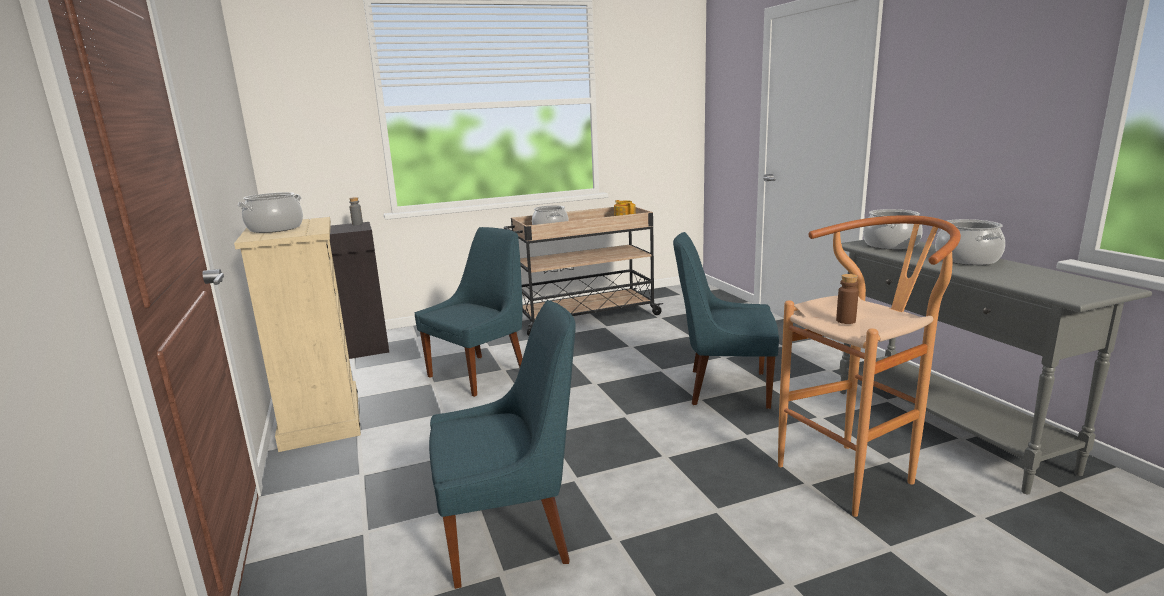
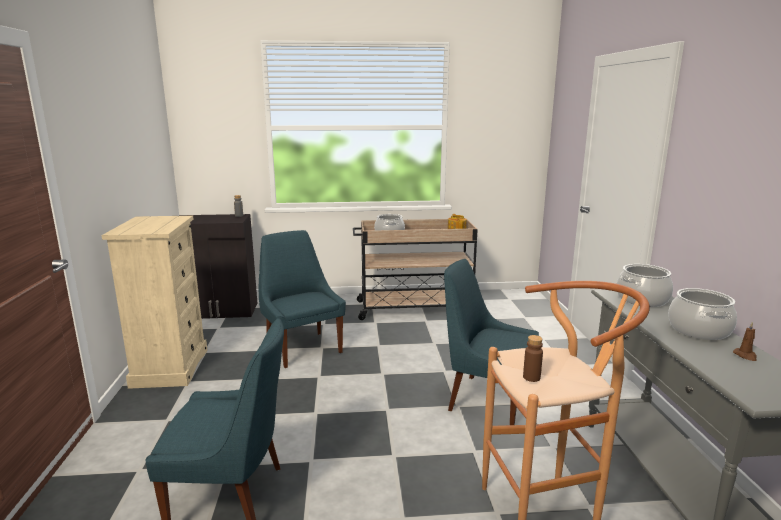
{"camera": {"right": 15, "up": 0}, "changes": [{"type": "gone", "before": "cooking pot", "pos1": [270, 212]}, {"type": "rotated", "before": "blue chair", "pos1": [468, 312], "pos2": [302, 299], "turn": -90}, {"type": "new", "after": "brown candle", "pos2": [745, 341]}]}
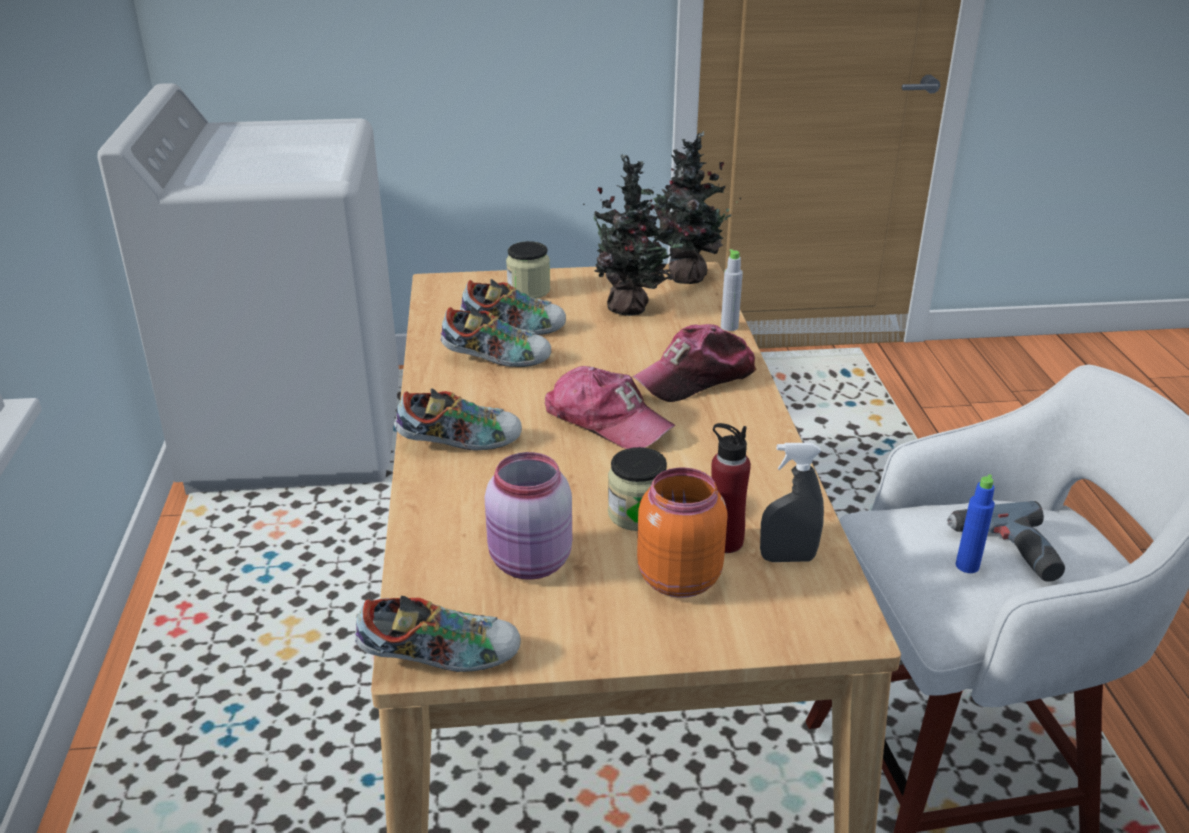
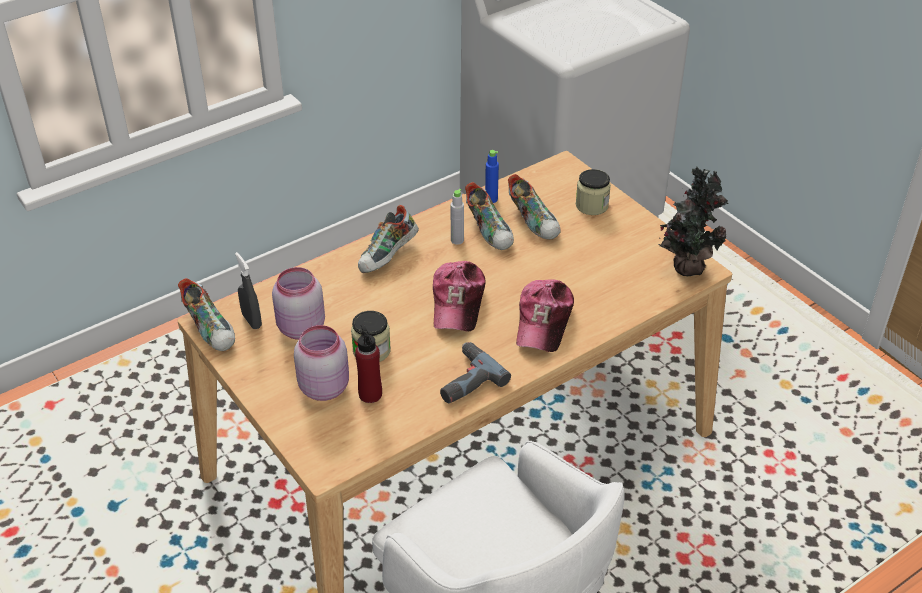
{"camera": {"right": 60, "up": 10}, "changes": [{"type": "rotated", "before": "shoe", "pos1": [458, 419], "pos2": [388, 239], "turn": 75}, {"type": "gone", "before": "potted plant", "pos1": [633, 235]}, {"type": "rotated", "before": "cap", "pos1": [694, 363], "pos2": [545, 315], "turn": -105}, {"type": "repainted", "before": "orange jar", "after": "pink jar", "pos1": [682, 532], "pos2": [321, 363]}, {"type": "shifted", "before": "grey bottle", "pos1": [732, 290], "pos2": [457, 217]}, {"type": "shifted", "before": "grey spray bottle", "pos1": [792, 502], "pos2": [248, 290]}, {"type": "shifted", "before": "power drill", "pos1": [1006, 541], "pos2": [475, 372]}, {"type": "shifted", "before": "blue bottle", "pos1": [975, 523], "pos2": [492, 176]}]}
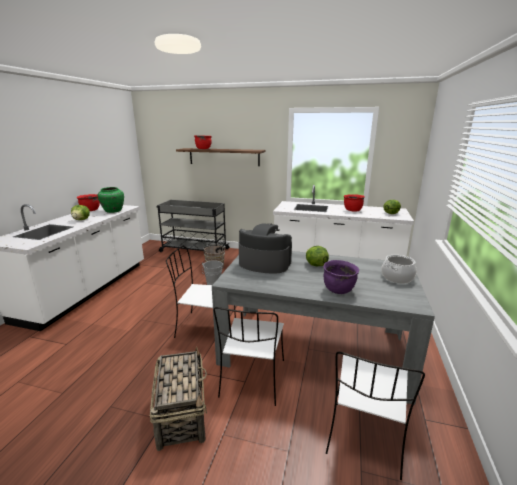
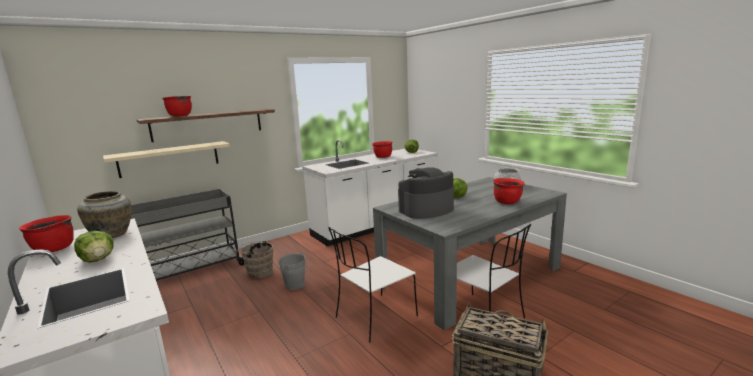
{"camera": {"right": -50, "up": -5}, "changes": [{"type": "repainted", "before": "green vase", "after": "beige vase", "pos1": [111, 200], "pos2": [104, 214]}, {"type": "repainted", "before": "purple cooking pot", "after": "red cooking pot", "pos1": [341, 277], "pos2": [509, 191]}, {"type": "gone", "before": "white chair", "pos1": [375, 416]}, {"type": "new", "after": "beige shelf", "pos2": [166, 159]}]}
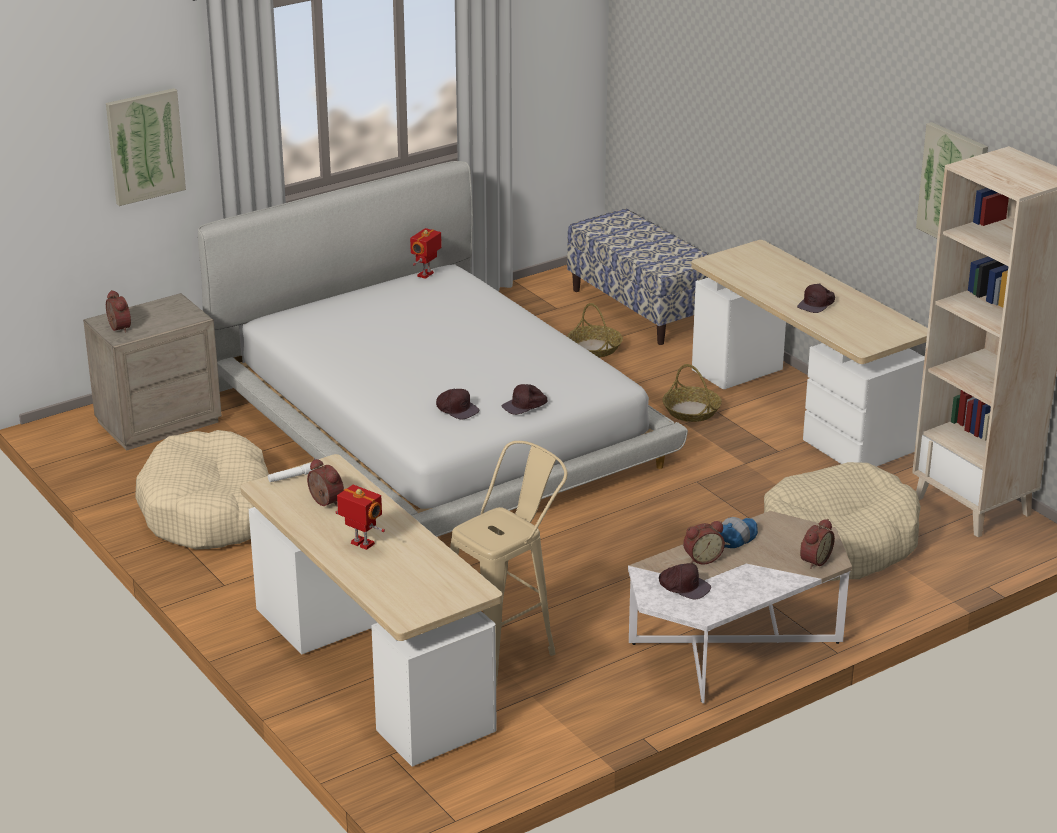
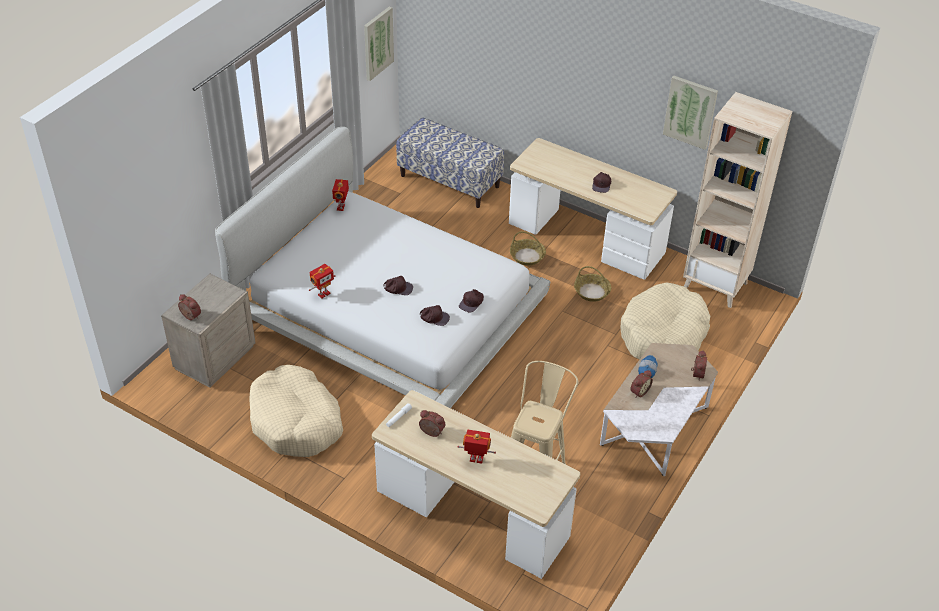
{"camera": {"right": -25, "up": 15}, "changes": [{"type": "shifted", "before": "picture", "pos1": [146, 147], "pos2": [379, 43]}, {"type": "shifted", "before": "basket", "pos1": [595, 330], "pos2": [592, 284]}, {"type": "shifted", "before": "brown cap", "pos1": [685, 581], "pos2": [398, 285]}, {"type": "new", "after": "toy robot", "pos2": [322, 281]}]}
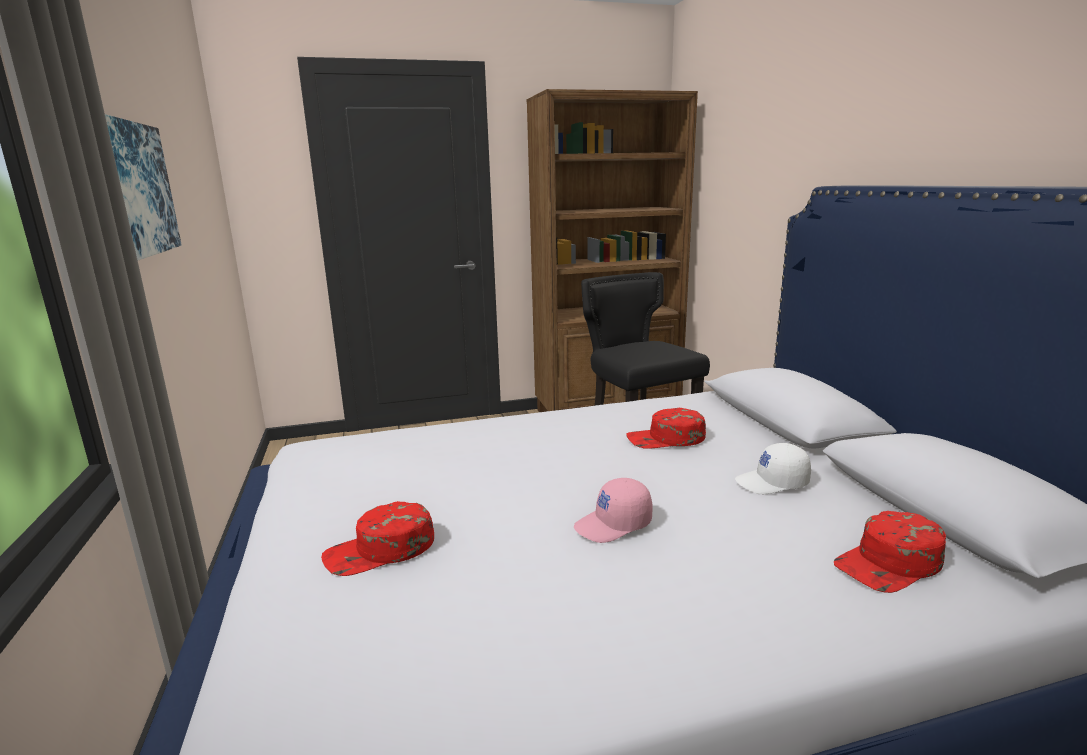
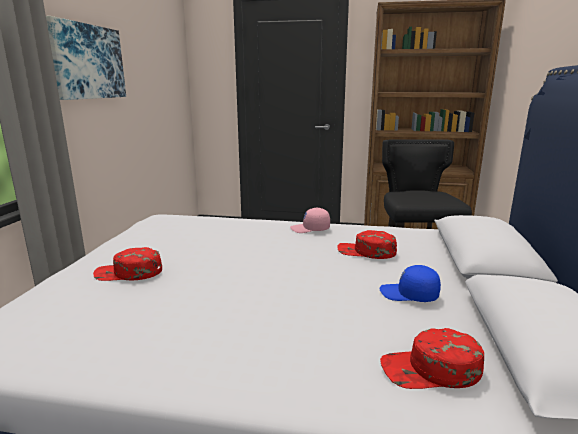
{"camera": {"right": 25, "up": 0}, "changes": [{"type": "shifted", "before": "pink cap", "pos1": [613, 510], "pos2": [310, 220]}, {"type": "repainted", "before": "white cap", "after": "blue cap", "pos1": [773, 468], "pos2": [410, 283]}]}
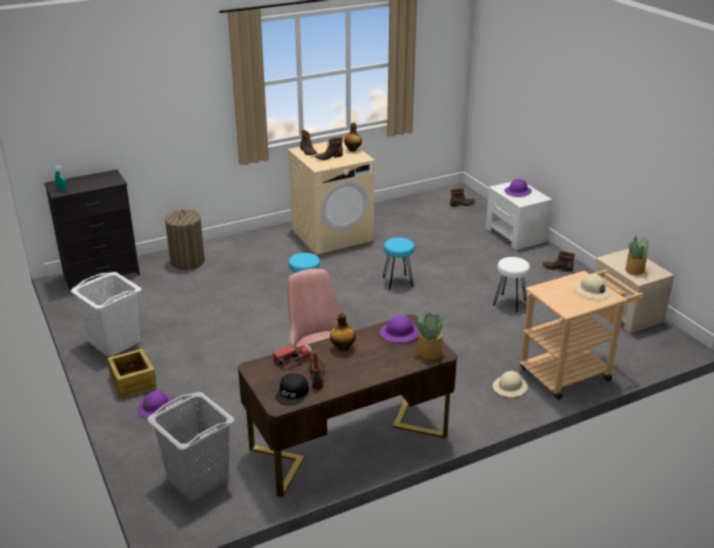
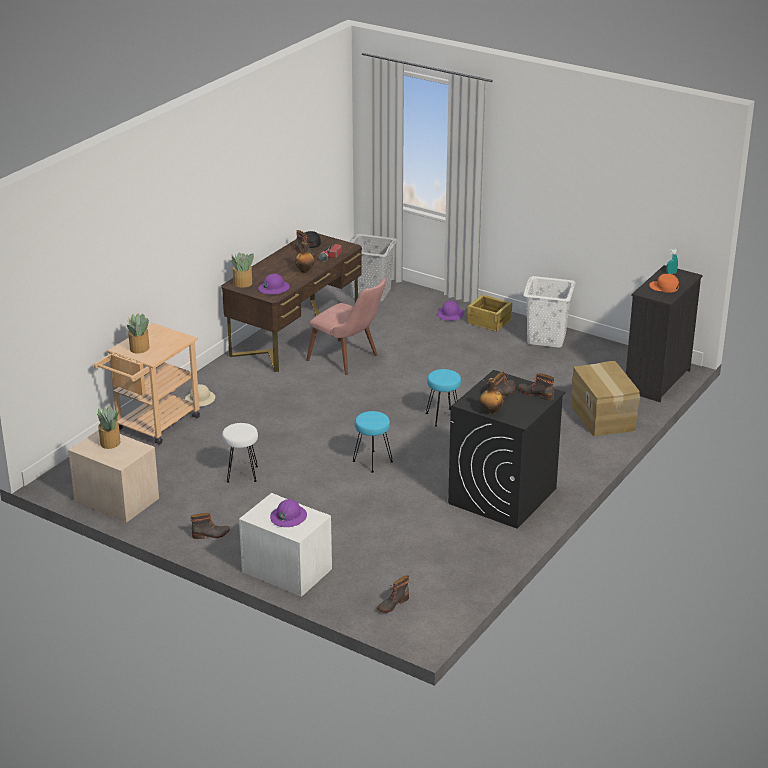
{"camera": {"right": 150, "up": 0}, "changes": [{"type": "swapped", "before": "laundry basket", "after": "cardboard box", "pos1": [185, 240], "pos2": [605, 399]}, {"type": "repainted", "before": "beige washing machine", "after": "black washing machine", "pos1": [331, 196], "pos2": [506, 449]}, {"type": "swapped", "before": "beige hard hat", "after": "potted plant", "pos1": [592, 286], "pos2": [138, 333]}, {"type": "new", "after": "orange cap", "pos2": [664, 283]}]}
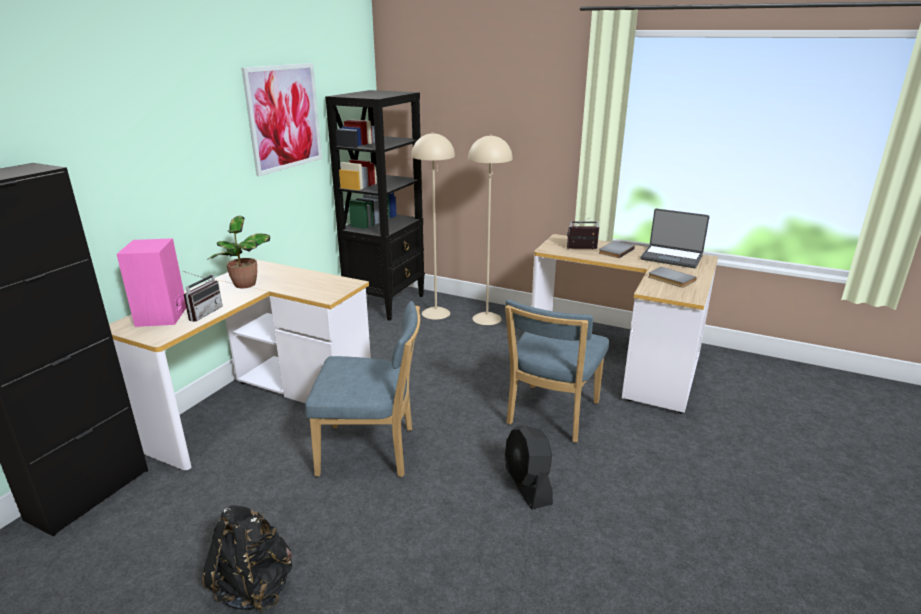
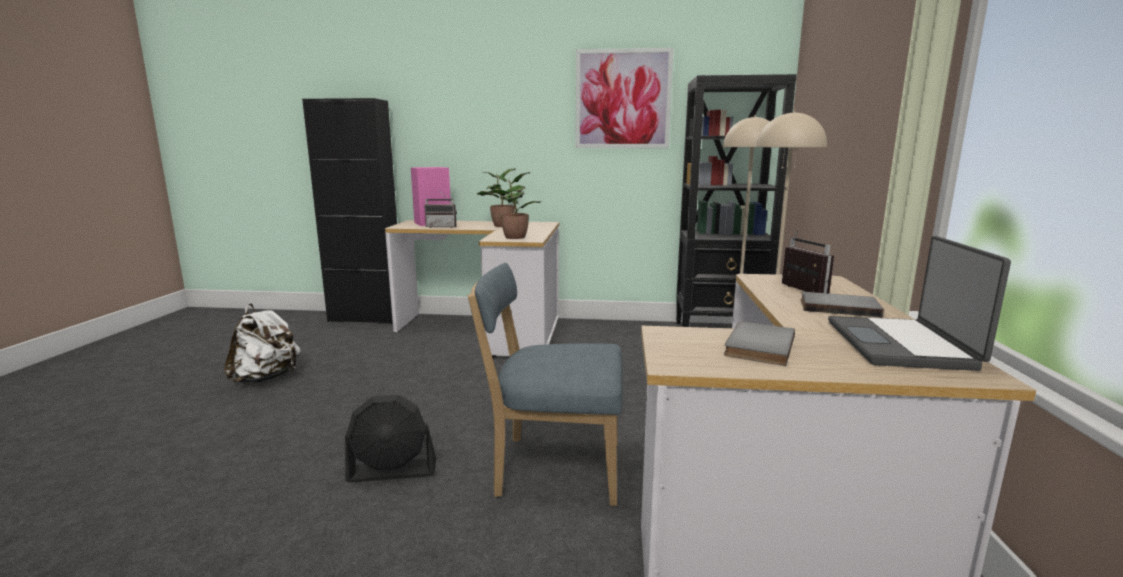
{"camera": {"right": 70, "up": -10}, "changes": [{"type": "repainted", "before": "black backpack", "after": "white backpack", "pos1": [247, 559], "pos2": [262, 343]}, {"type": "gone", "before": "blue chair", "pos1": [362, 389]}, {"type": "rotated", "before": "black fan", "pos1": [529, 468], "pos2": [390, 439], "turn": -150}, {"type": "new", "after": "potted plant", "pos2": [513, 205]}]}
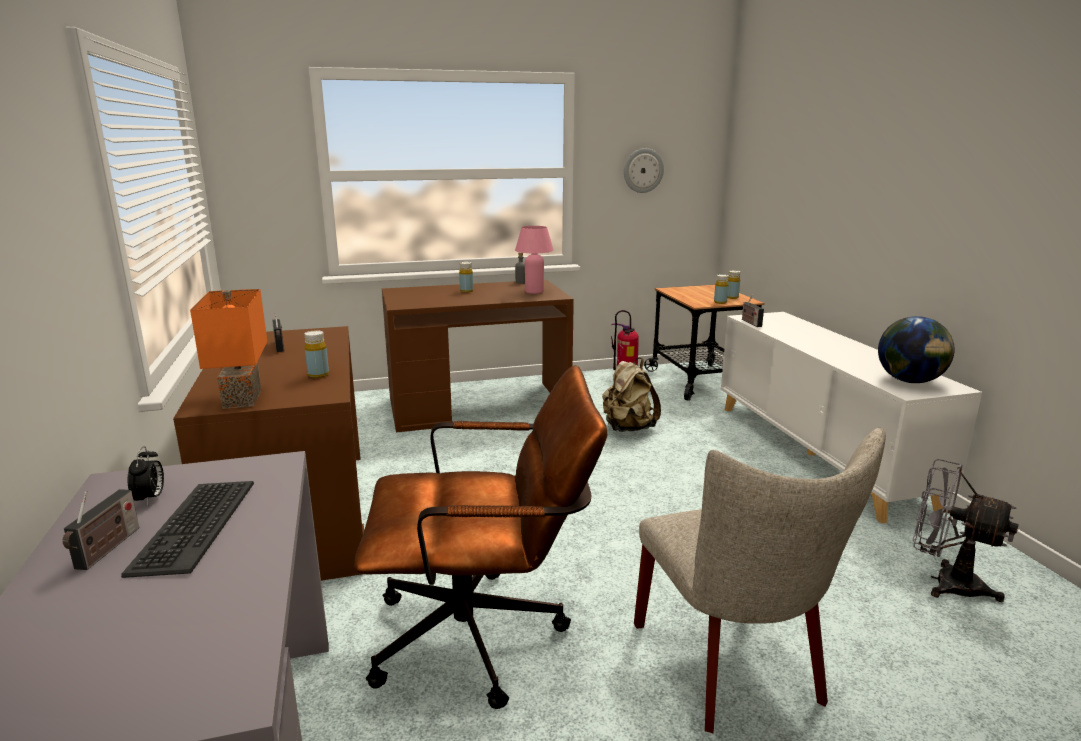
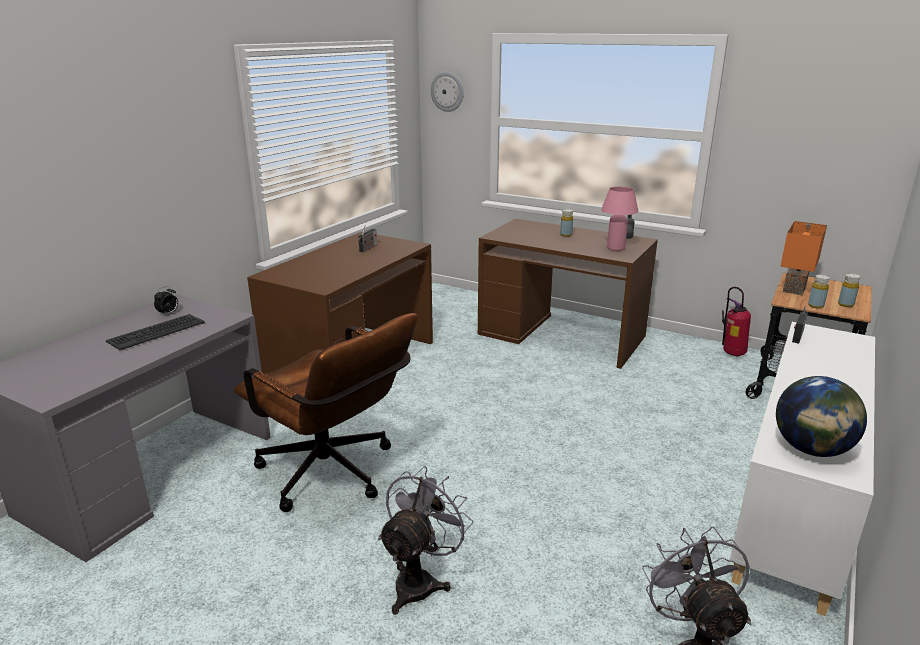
{"camera": {"right": 45, "up": 5}, "changes": [{"type": "gone", "before": "radio", "pos1": [101, 529]}, {"type": "shifted", "before": "orange table lamp", "pos1": [228, 349], "pos2": [803, 258]}, {"type": "gone", "before": "yellow bottle", "pos1": [316, 354]}, {"type": "gone", "before": "beige backpack", "pos1": [631, 395]}, {"type": "shifted", "before": "wall clock", "pos1": [644, 170], "pos2": [447, 92]}, {"type": "swapped", "before": "beige chair", "after": "grey fan", "pos1": [760, 580], "pos2": [425, 540]}]}
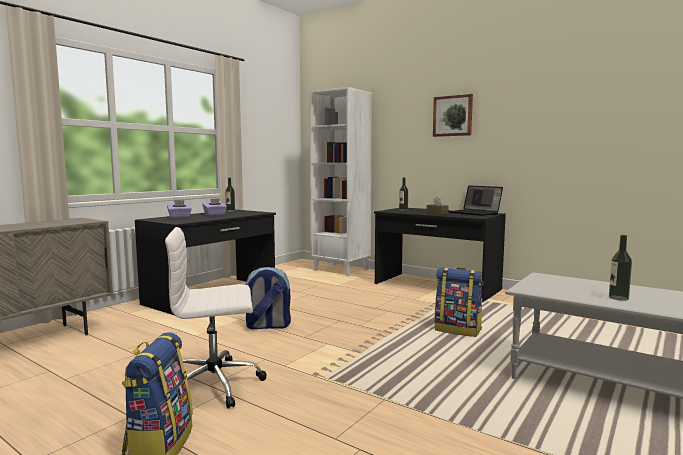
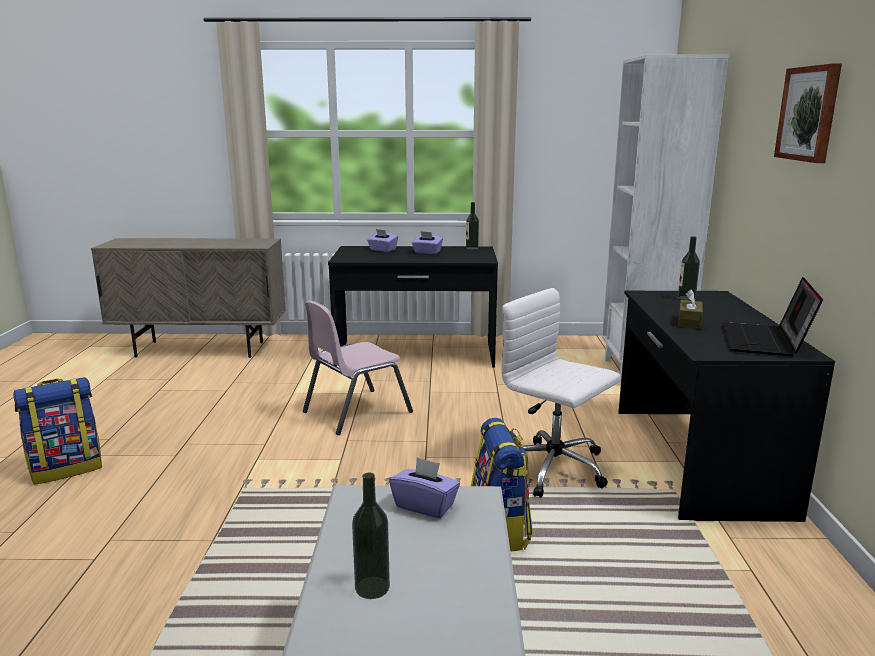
{"camera": {"right": 55, "up": 10}, "changes": [{"type": "shifted", "before": "white office chair", "pos1": [216, 318], "pos2": [561, 393]}, {"type": "swapped", "before": "backpack", "after": "pink chair", "pos1": [268, 298], "pos2": [358, 368]}, {"type": "new", "after": "purple tissue box", "pos2": [424, 487]}]}
